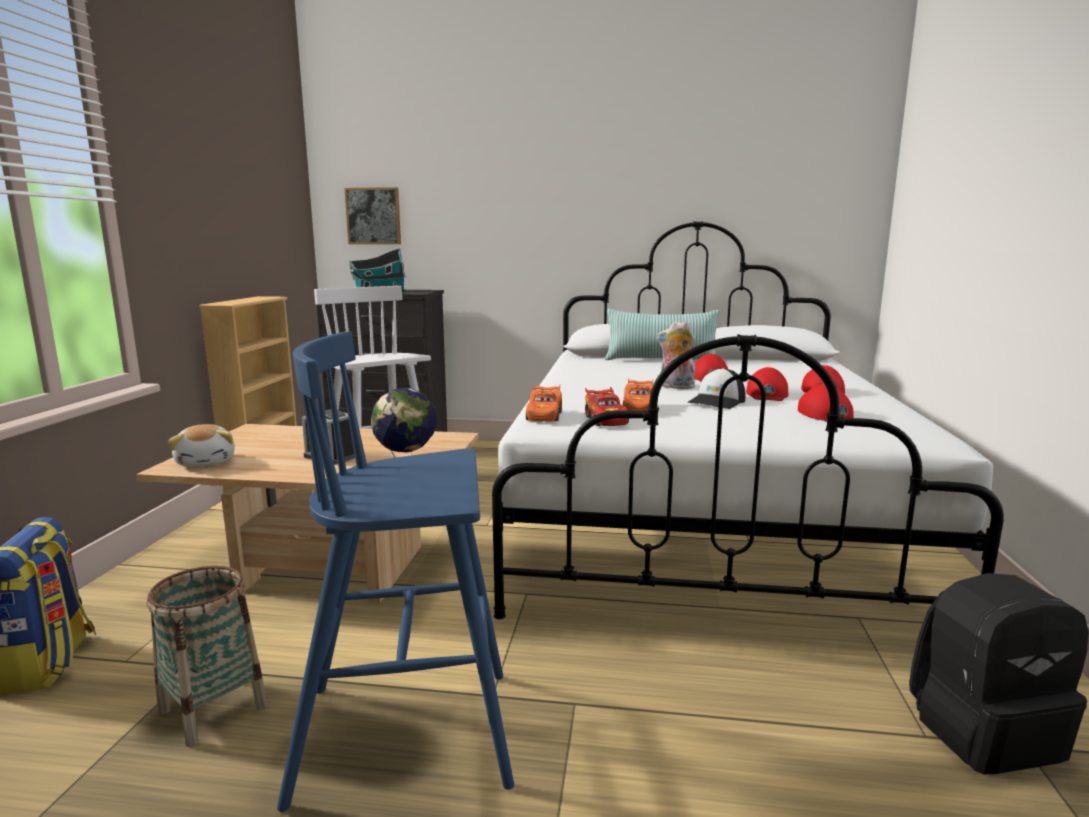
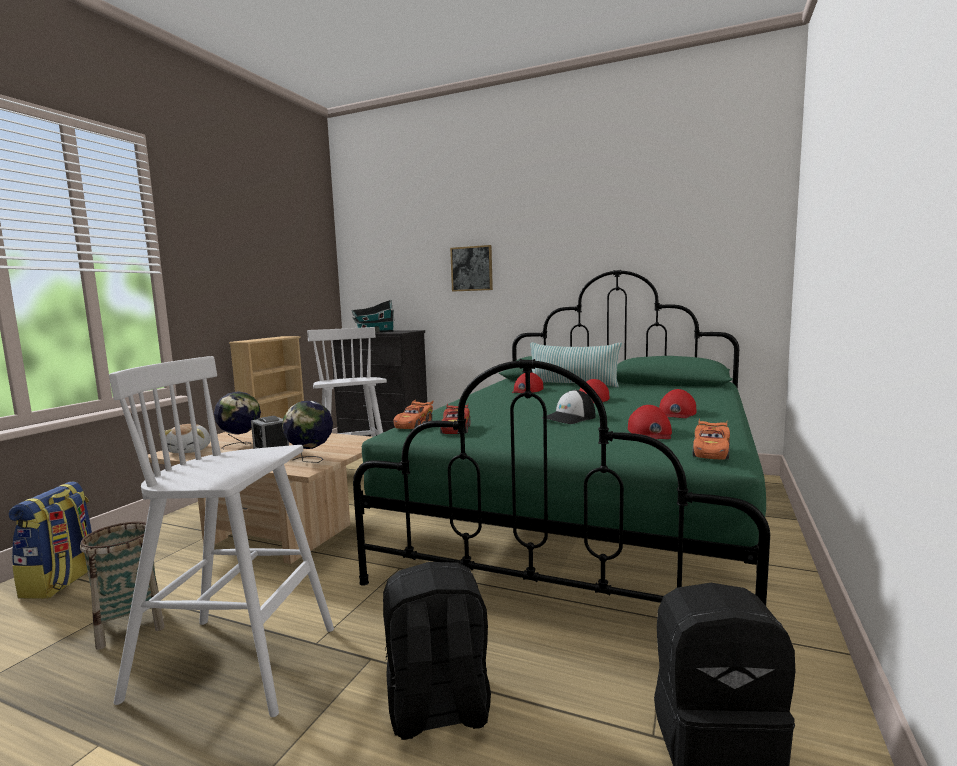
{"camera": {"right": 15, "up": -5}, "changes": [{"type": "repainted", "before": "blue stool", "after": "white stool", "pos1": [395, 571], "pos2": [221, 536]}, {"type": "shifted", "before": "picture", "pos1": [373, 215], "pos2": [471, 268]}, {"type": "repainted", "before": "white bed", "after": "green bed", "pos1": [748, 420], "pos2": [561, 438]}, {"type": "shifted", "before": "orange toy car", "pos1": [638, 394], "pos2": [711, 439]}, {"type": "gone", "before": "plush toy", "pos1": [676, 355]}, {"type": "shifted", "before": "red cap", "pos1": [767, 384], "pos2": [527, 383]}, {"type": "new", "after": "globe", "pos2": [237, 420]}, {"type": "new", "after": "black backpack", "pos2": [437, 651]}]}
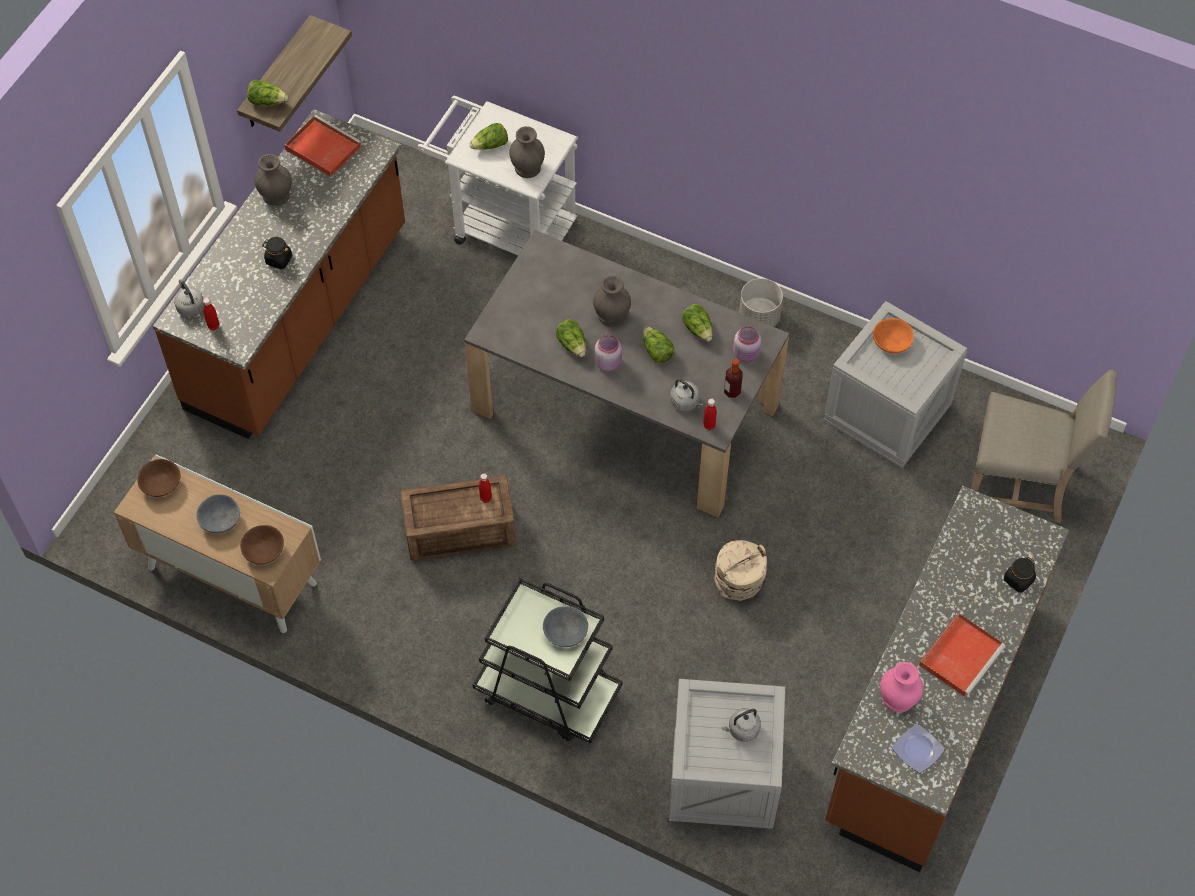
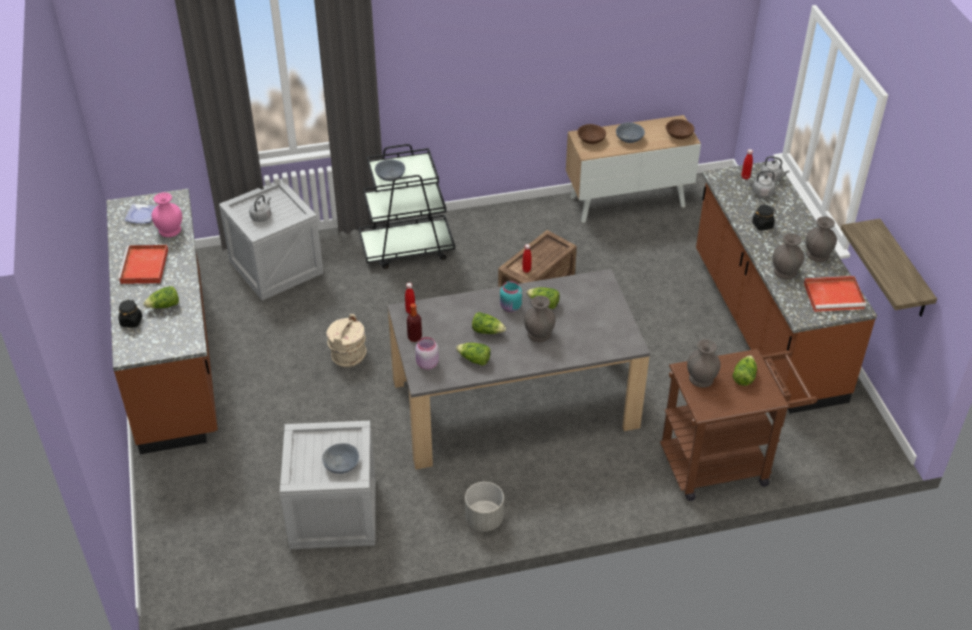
{"camera": {"right": 140, "up": -15}, "changes": [{"type": "shifted", "before": "lettuce", "pos1": [267, 92], "pos2": [161, 297]}, {"type": "repainted", "before": "white cart", "after": "brown cart", "pos1": [497, 175], "pos2": [738, 425]}, {"type": "repainted", "before": "pink jar", "after": "turquoise jar", "pos1": [608, 353], "pos2": [511, 296]}, {"type": "shifted", "before": "grey kettle", "pos1": [686, 395], "pos2": [761, 183]}, {"type": "repainted", "before": "orange bowl", "after": "grey bowl", "pos1": [893, 336], "pos2": [340, 458]}, {"type": "gone", "before": "beige chair", "pos1": [1043, 446]}, {"type": "new", "after": "grey vase", "pos2": [788, 256]}]}
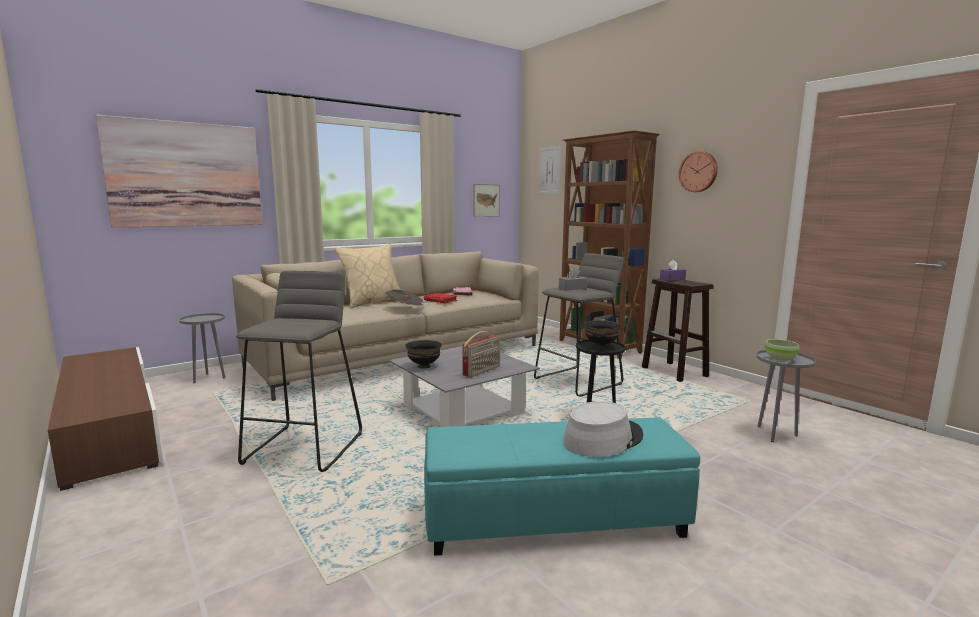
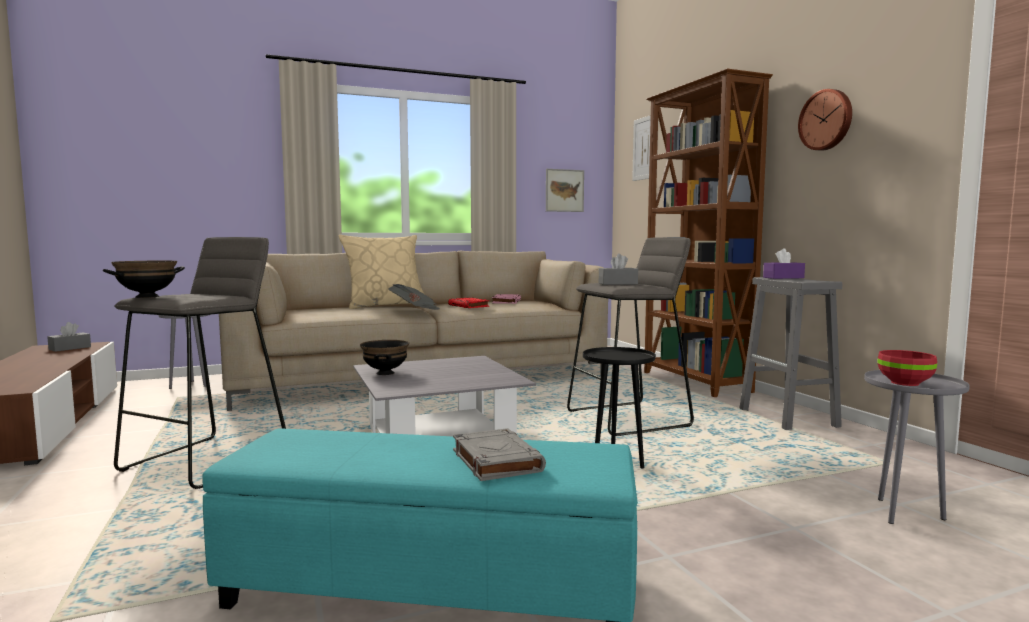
{"camera": {"right": 15, "up": -5}, "changes": [{"type": "gone", "before": "picture", "pos1": [178, 171]}, {"type": "gone", "before": "radio", "pos1": [481, 354]}, {"type": "swapped", "before": "grey hat", "after": "grey book", "pos1": [603, 429], "pos2": [499, 454]}, {"type": "shifted", "before": "black bowl", "pos1": [602, 334], "pos2": [144, 279]}, {"type": "repainted", "before": "brown stool", "after": "grey stool", "pos1": [678, 330], "pos2": [790, 353]}, {"type": "repainted", "before": "green bowl", "after": "red bowl", "pos1": [782, 350], "pos2": [907, 368]}, {"type": "new", "after": "grey tissue box", "pos2": [69, 337]}]}
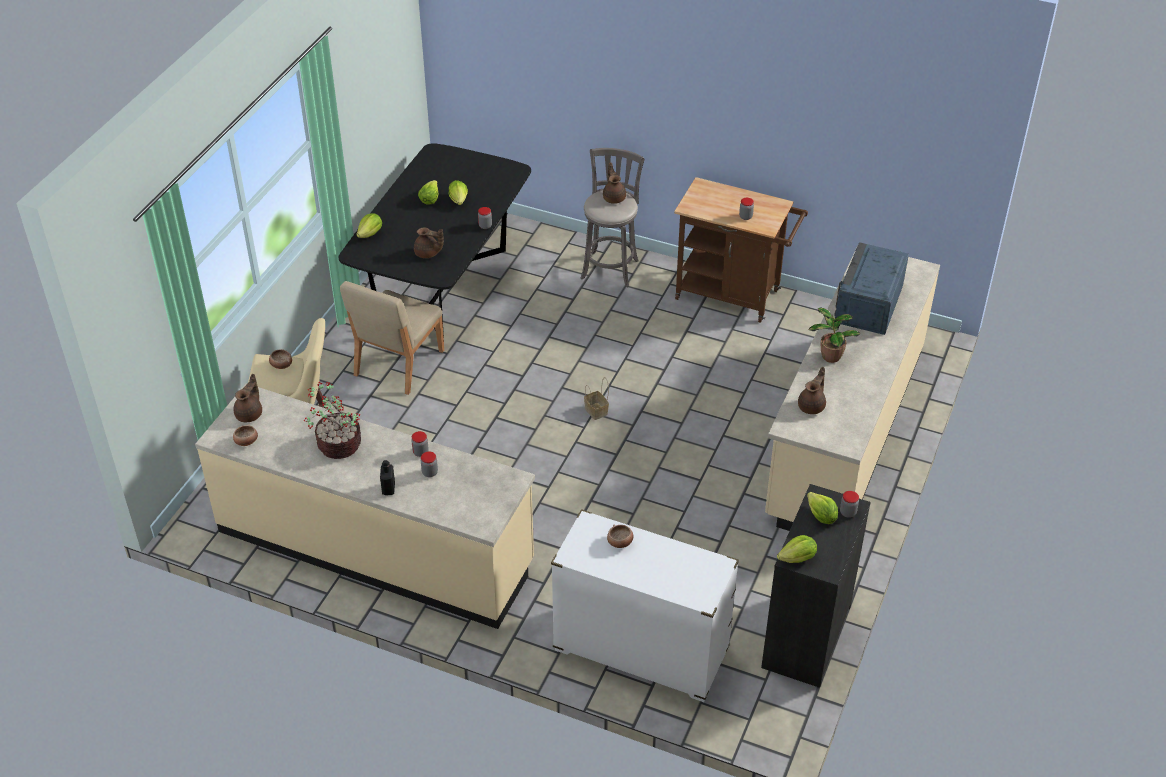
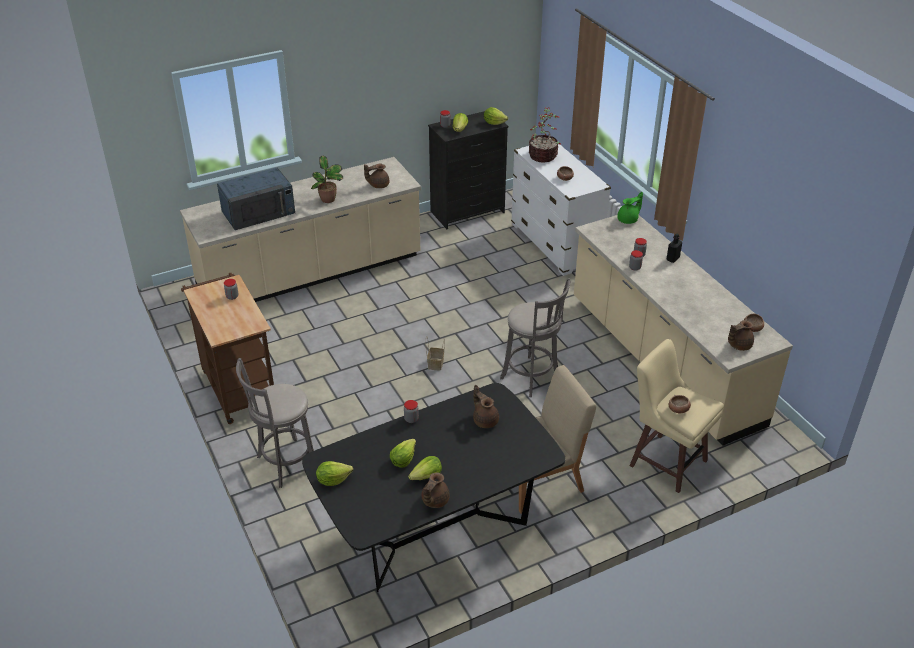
{"camera": {"right": -140, "up": -5}, "changes": [{"type": "shifted", "before": "potted plant", "pos1": [332, 420], "pos2": [545, 135]}, {"type": "shifted", "before": "lettuce", "pos1": [369, 225], "pos2": [334, 473]}, {"type": "shifted", "before": "brown teapot", "pos1": [614, 183], "pos2": [435, 490]}, {"type": "new", "after": "grey stool", "pos2": [535, 337]}, {"type": "new", "after": "green teapot", "pos2": [630, 208]}]}
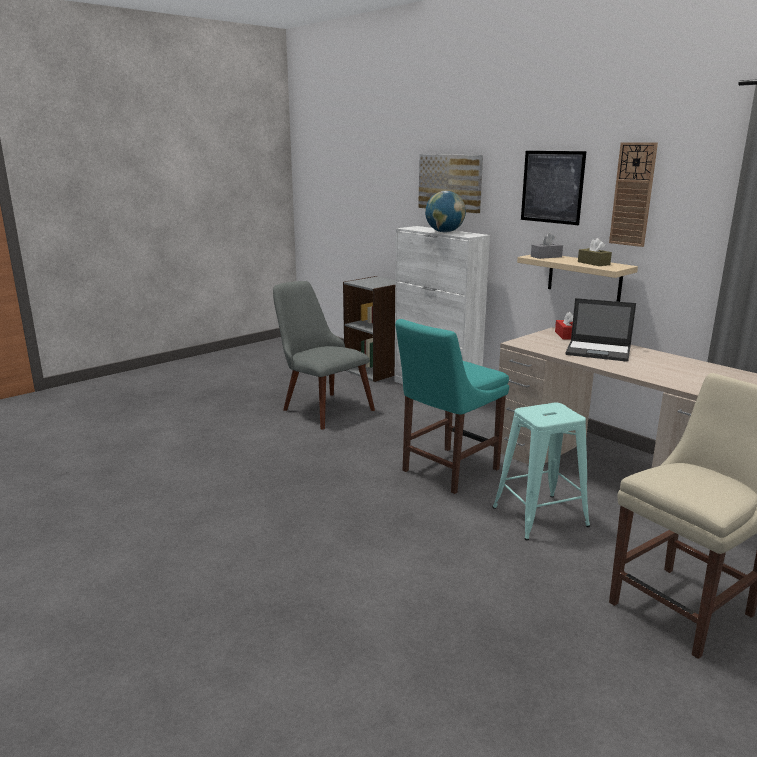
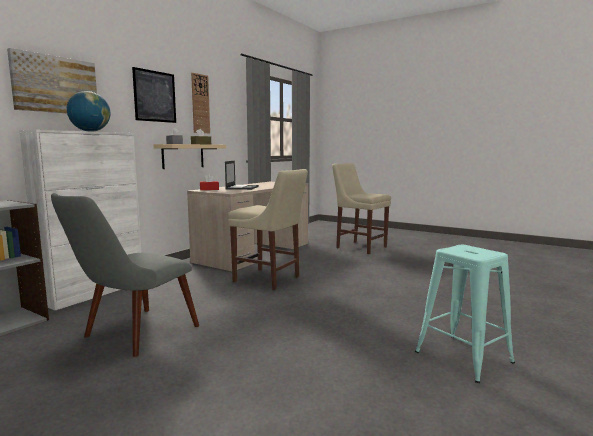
{"camera": {"right": -105, "up": -10}, "changes": [{"type": "repainted", "before": "turquoise chair", "after": "beige chair", "pos1": [452, 406], "pos2": [268, 229]}, {"type": "shifted", "before": "turquoise stool", "pos1": [541, 471], "pos2": [465, 314]}]}
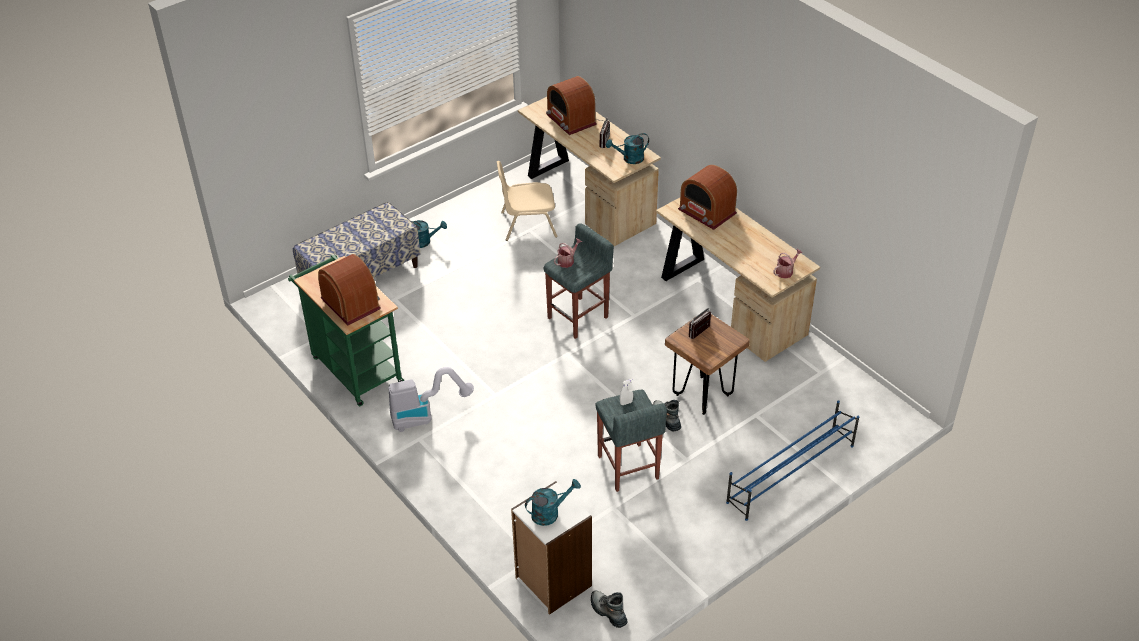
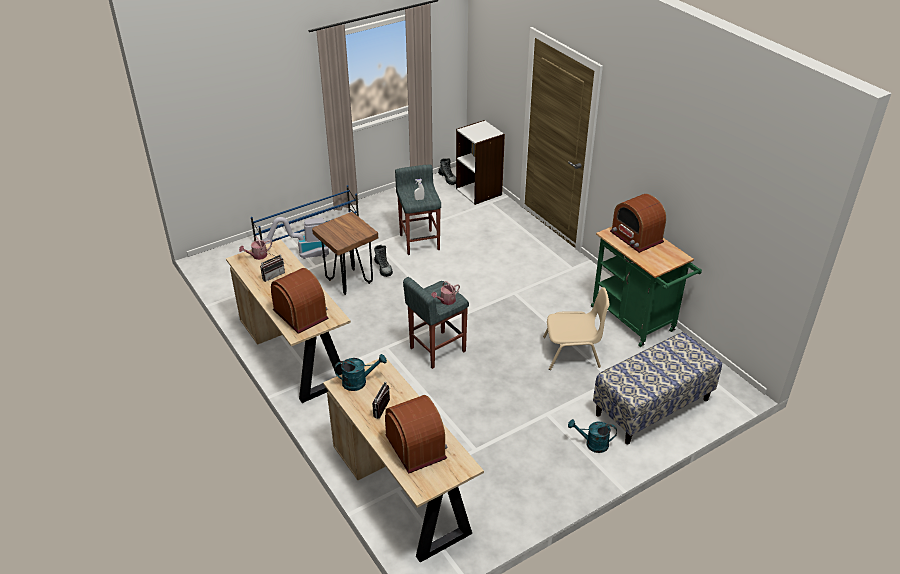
{"camera": {"right": -175, "up": -5}, "changes": [{"type": "shifted", "before": "vacuum cleaner", "pos1": [431, 399], "pos2": [295, 238]}, {"type": "shifted", "before": "beige chair", "pos1": [527, 201], "pos2": [576, 328]}, {"type": "gone", "before": "turquoise watering can", "pos1": [553, 502]}, {"type": "shifted", "before": "radio", "pos1": [700, 323], "pos2": [272, 266]}]}
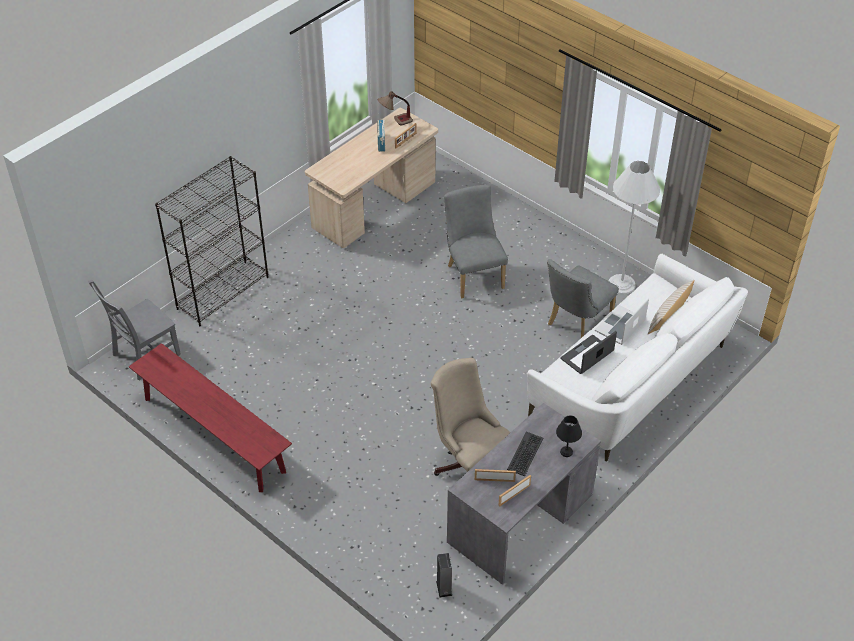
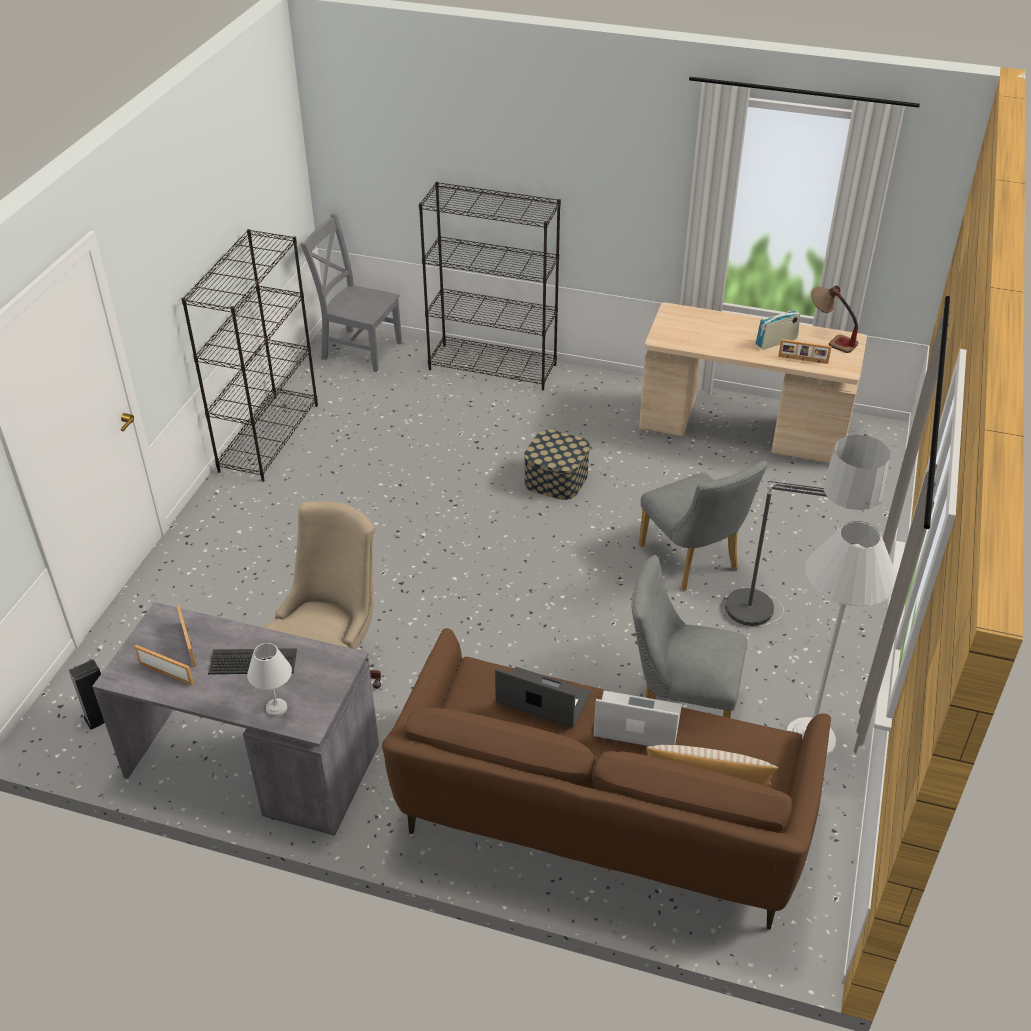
{"camera": {"right": 65, "up": -5}, "changes": [{"type": "swapped", "before": "red bench", "after": "black bookcase", "pos1": [210, 417], "pos2": [249, 355]}, {"type": "rotated", "before": "grey chair", "pos1": [476, 241], "pos2": [703, 525], "turn": 105}, {"type": "repainted", "before": "white sofa", "after": "brown sofa", "pos1": [637, 358], "pos2": [606, 779]}, {"type": "repainted", "before": "black table lamp", "after": "white table lamp", "pos1": [569, 436], "pos2": [269, 680]}, {"type": "new", "after": "storage box", "pos2": [557, 465]}, {"type": "new", "after": "floor lamp", "pos2": [807, 530]}]}
